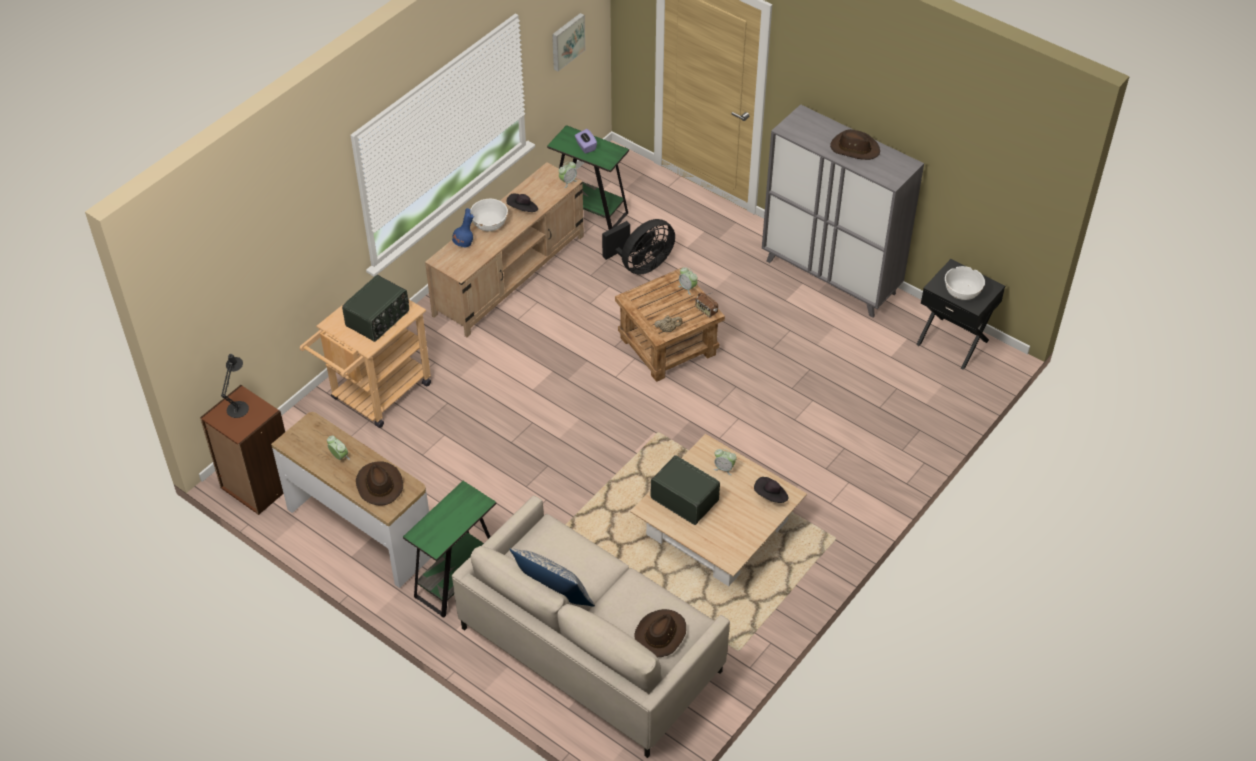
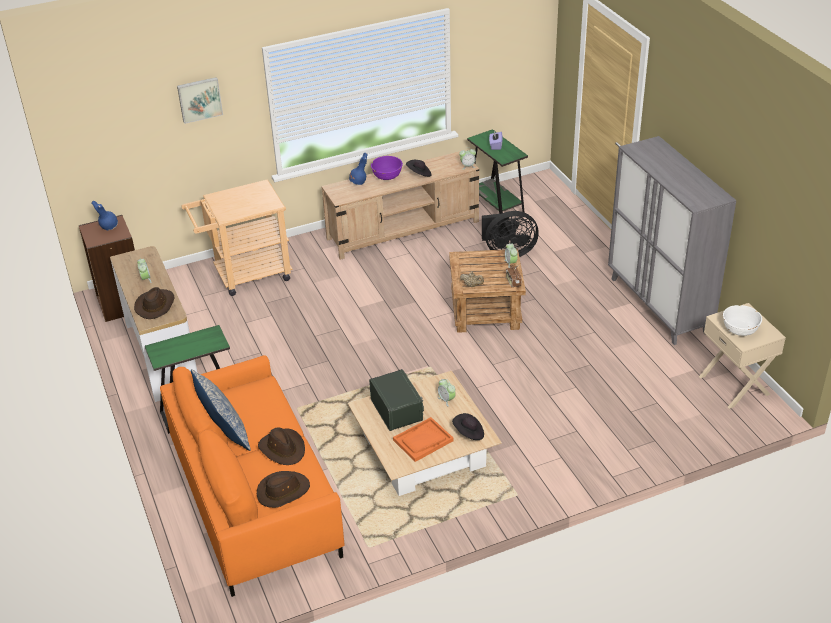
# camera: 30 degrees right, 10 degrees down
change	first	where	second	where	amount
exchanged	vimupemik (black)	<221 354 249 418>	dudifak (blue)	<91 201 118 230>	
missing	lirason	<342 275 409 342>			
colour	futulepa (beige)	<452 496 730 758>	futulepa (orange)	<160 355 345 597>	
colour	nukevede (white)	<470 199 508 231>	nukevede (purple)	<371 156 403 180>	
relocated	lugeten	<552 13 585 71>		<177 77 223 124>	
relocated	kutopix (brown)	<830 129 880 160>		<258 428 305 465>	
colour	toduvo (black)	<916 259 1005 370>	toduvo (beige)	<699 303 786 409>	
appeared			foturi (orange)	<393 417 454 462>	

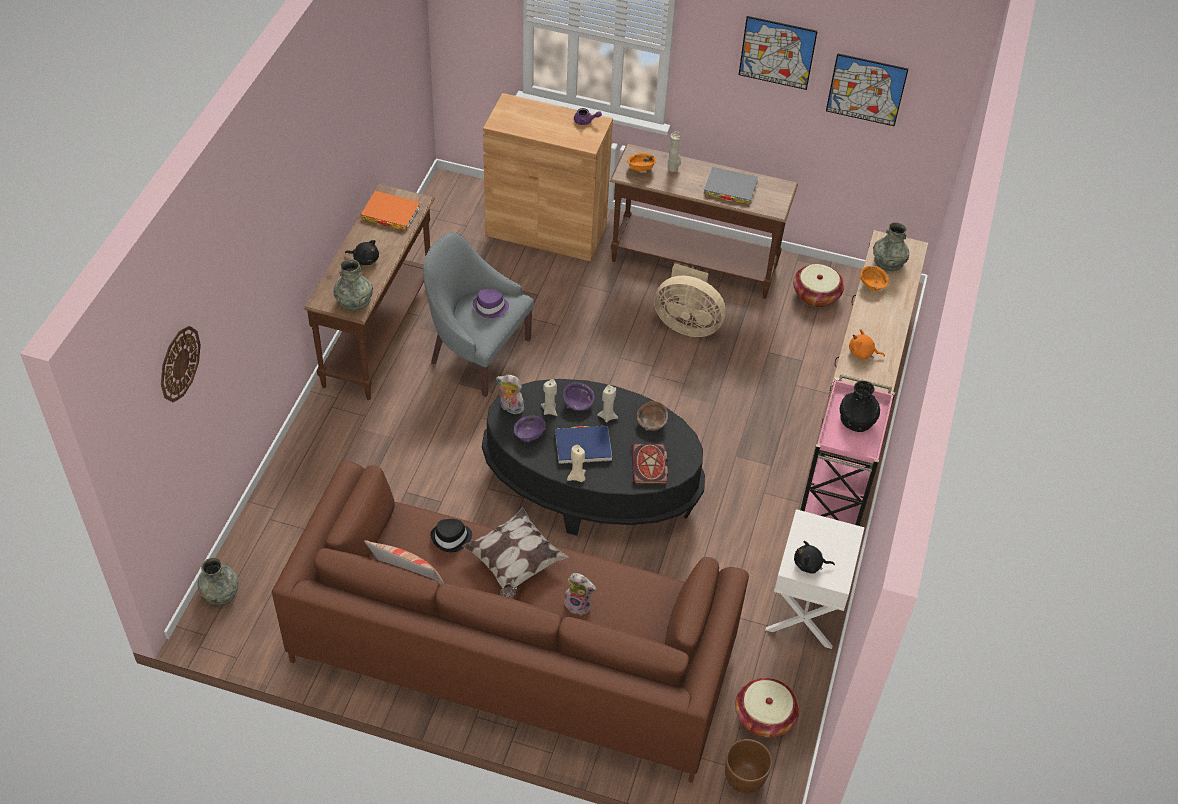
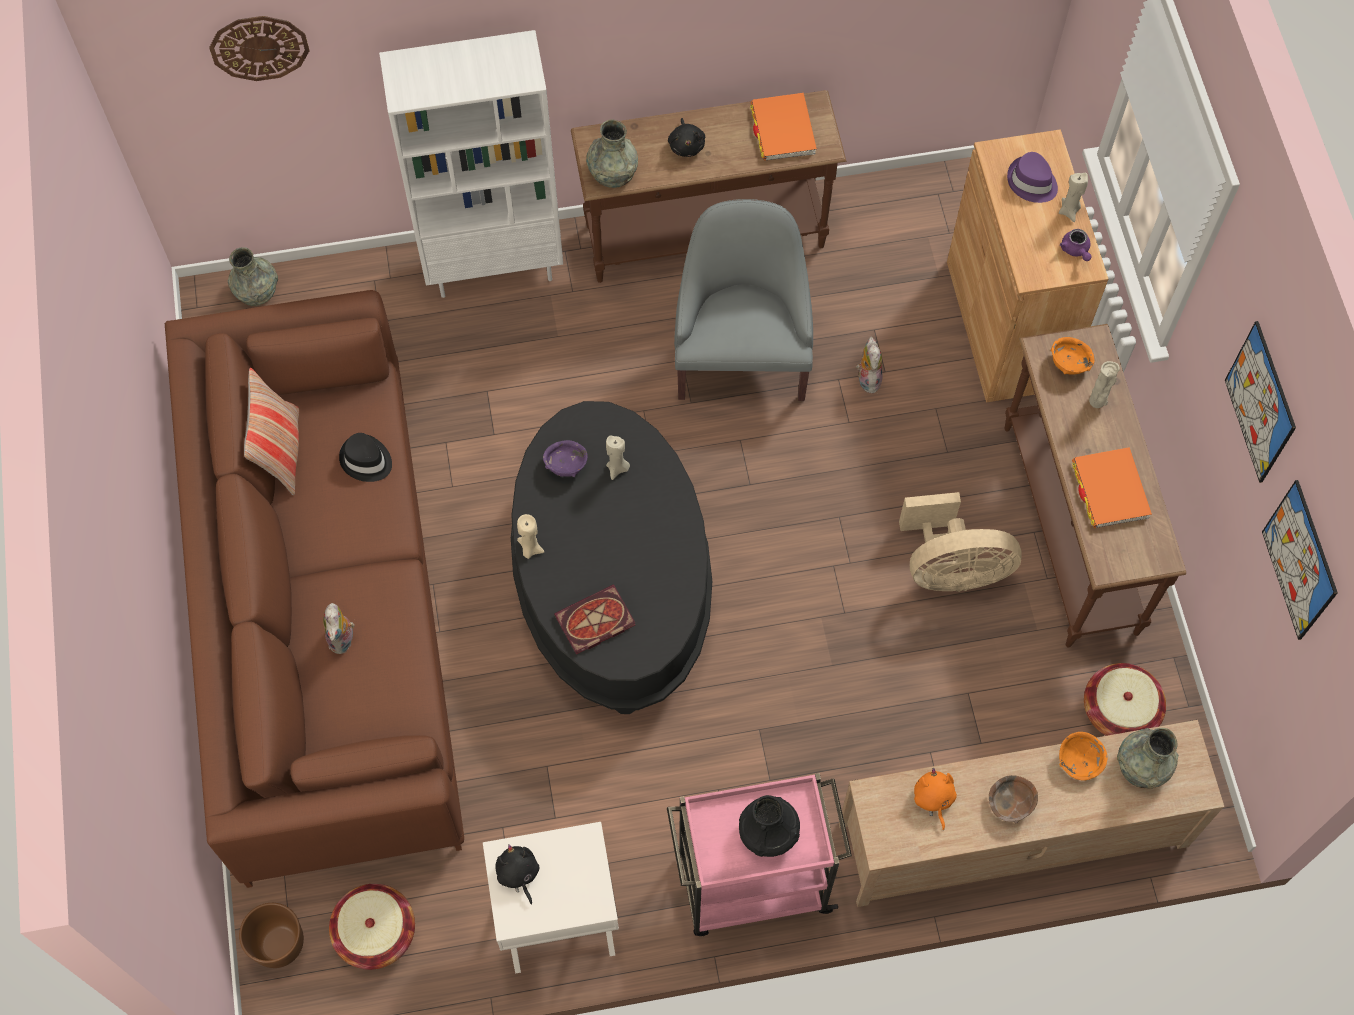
# camera: 65 degrees right, 15 degrees up
change	first	where	second	where	amount
missing	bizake	<462 507 569 598>			
relocated	kutopix (purple)	<473 289 509 318>		<1007 152 1058 203>	
relocated	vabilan	<496 375 524 414>		<856 337 882 393>	
missing	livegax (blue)	<555 426 612 464>			
missing	nukevede (purple)	<563 382 595 411>			
relocated	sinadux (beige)	<597 385 618 423>		<1059 173 1088 222>	
relocated	nukevede (brown)	<637 401 668 431>		<989 775 1038 824>	
spun	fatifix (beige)	<654 263 726 337>		<899 492 1022 592>	90 degrees counterclockwise
colour	livegax (grey)	<704 167 758 204>	livegax (orange)	<1072 447 1152 528>	
appeared			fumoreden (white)	<379 30 563 298>	

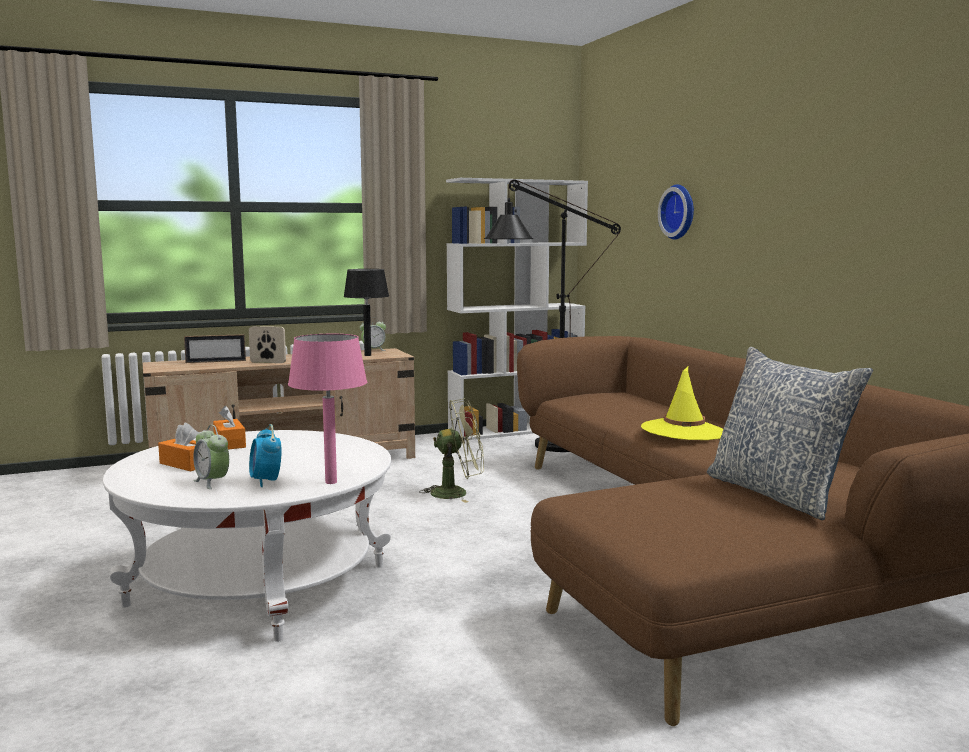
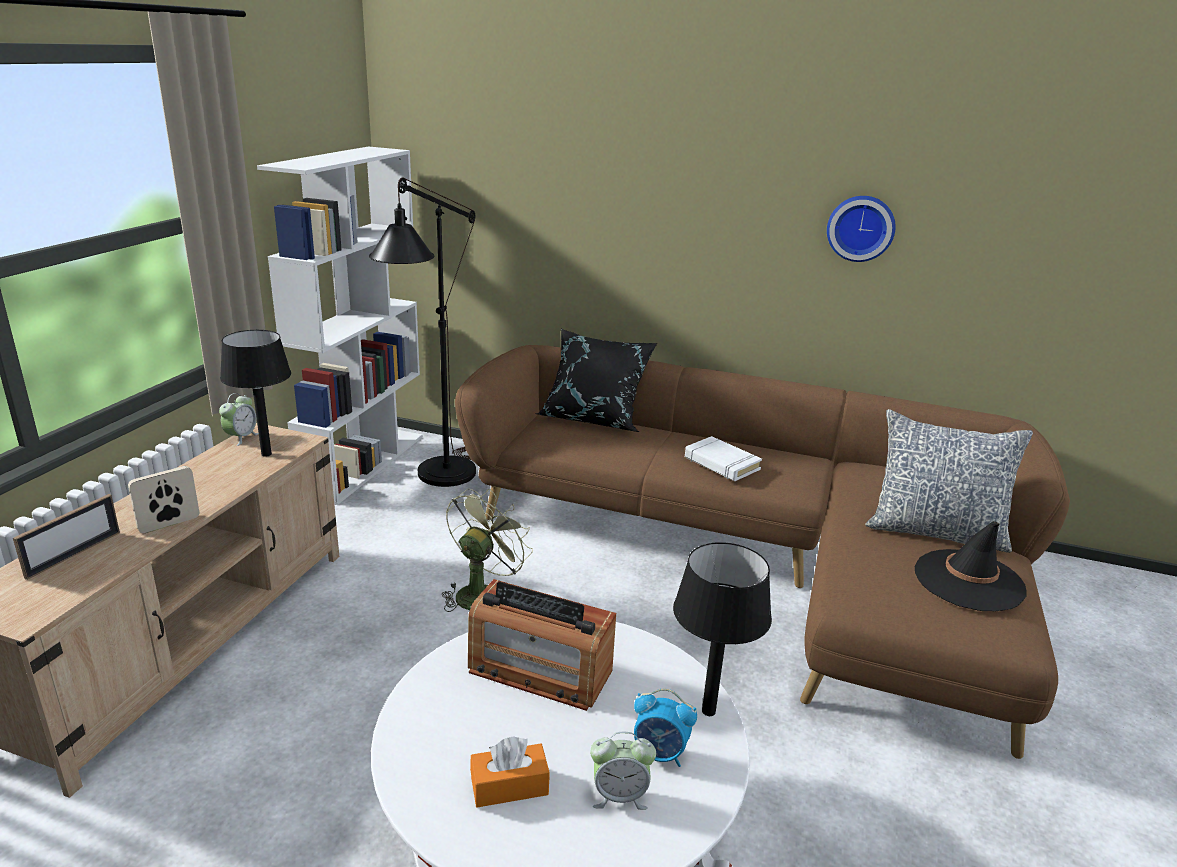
# camera: 50 degrees left, 15 degrees up
change	first	where	second	where	amount
missing	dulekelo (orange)	<213 406 246 450>			
colour	vimupemik (pink)	<288 334 367 484>	vimupemik (black)	<673 542 772 716>	
exchanged	kutopix (yellow)	<641 367 723 440>	livegax (white)	<685 436 762 481>	
relocated	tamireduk	<658 184 694 240>		<827 196 896 262>	
appeared			lirason	<468 579 616 711>	
appeared			bizake (black)	<535 329 657 432>	
appeared			kutopix (black)	<915 521 1026 612>	

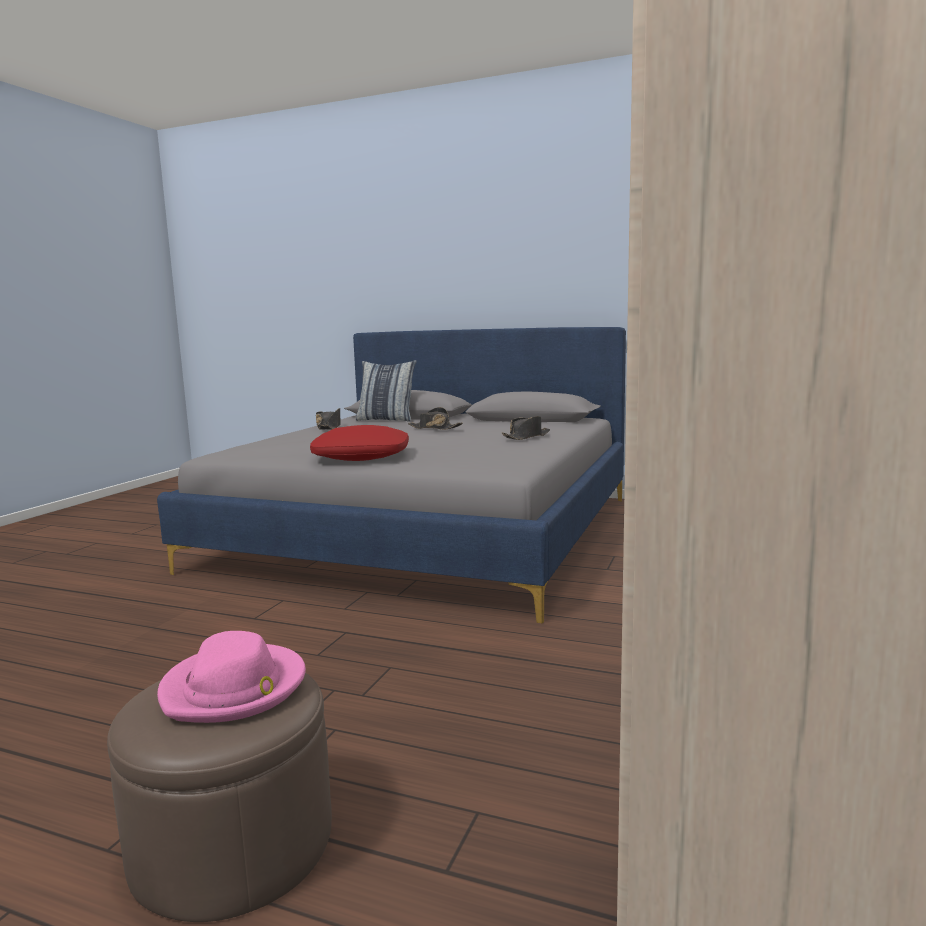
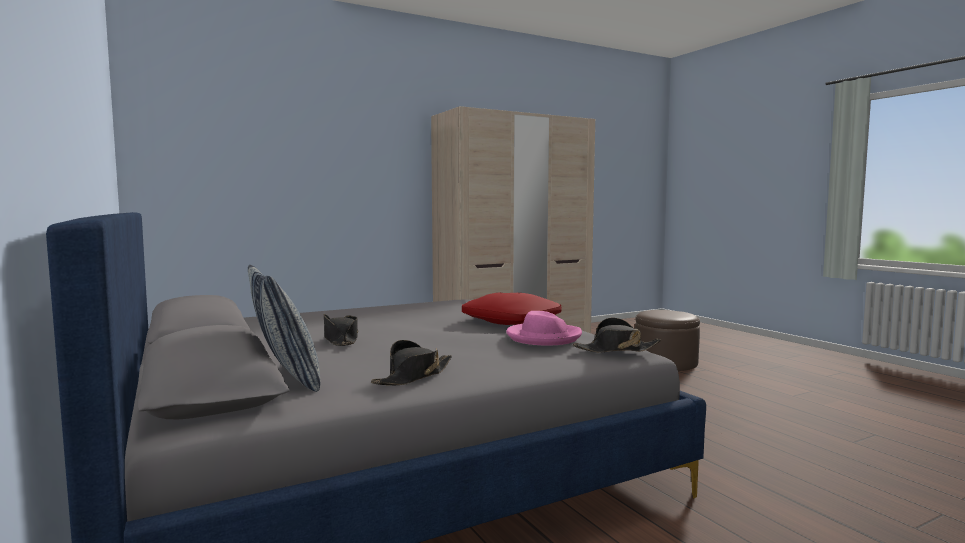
# camera: 140 degrees left, 5 degrees down
change	first	where	second	where	amount
relocated	kutopix (pink)	<157 631 306 723>		<506 311 582 346>	
relocated	kutopix (black)	<502 416 550 440>		<573 317 661 352>	

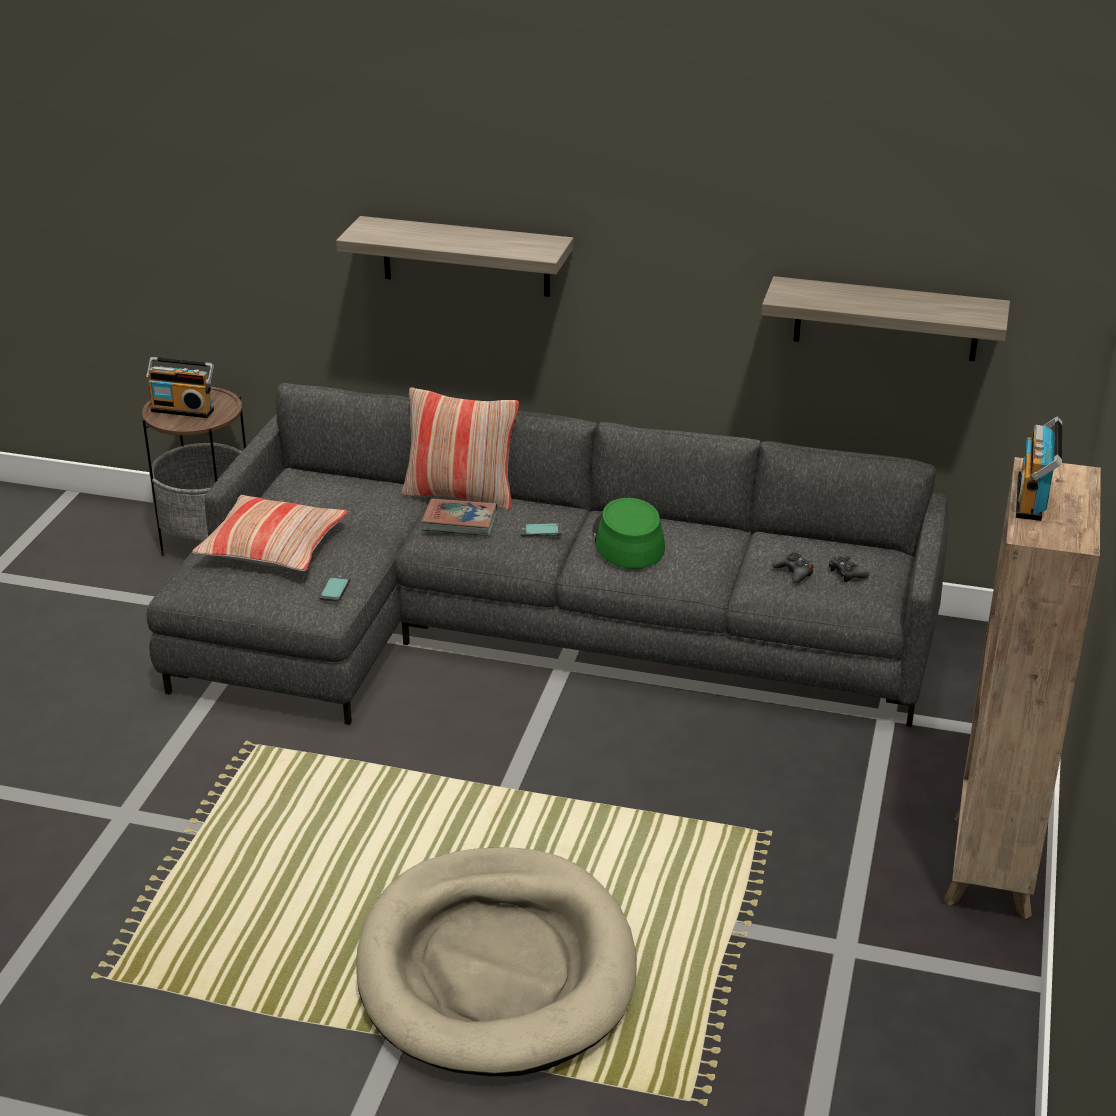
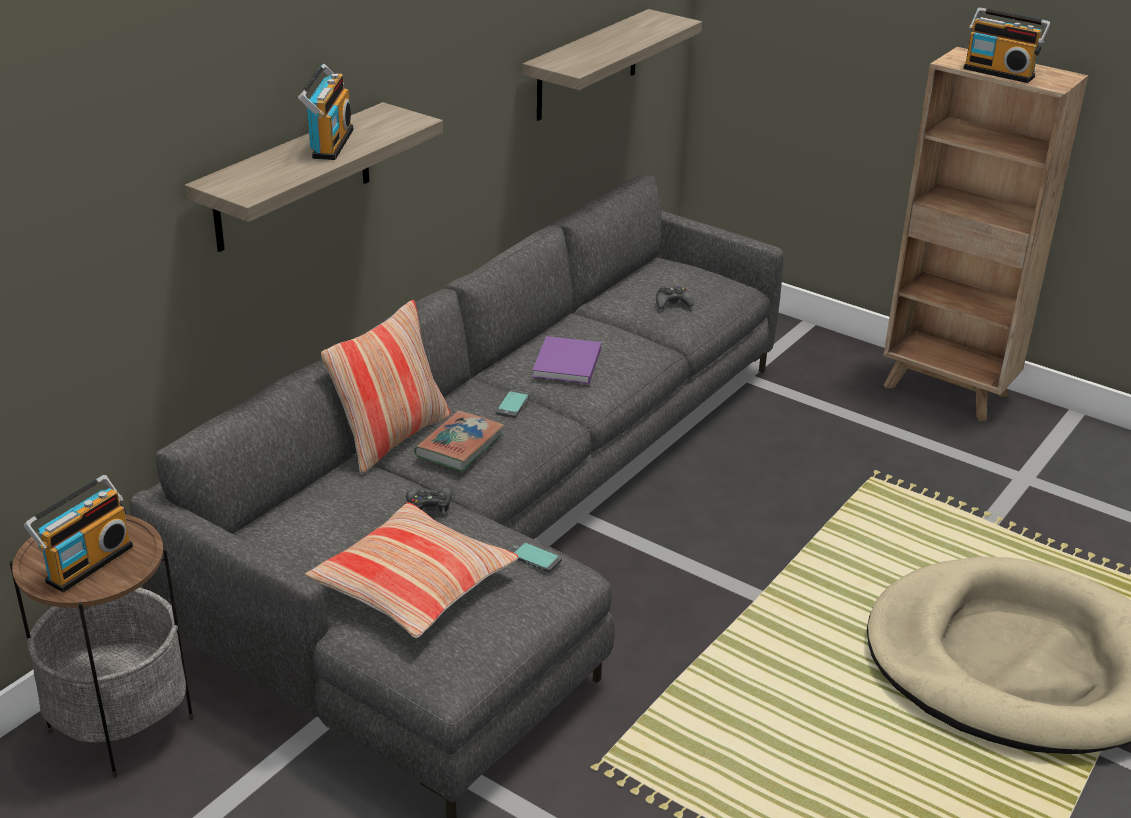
# camera: 70 degrees left, 0 degrees up
change	first	where	second	where	amount
exchanged	kutopix (green)	<592 498 665 569>	livegax (purple)	<532 336 601 384>	
relocated	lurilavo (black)	<828 554 869 582>		<406 488 452 514>	
appeared			lirason	<298 64 354 160>	

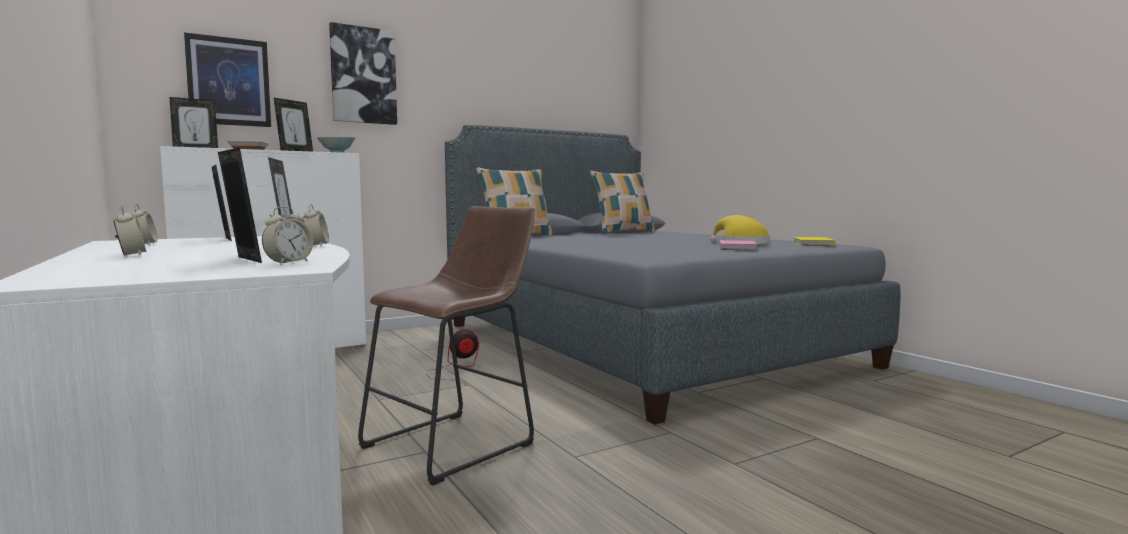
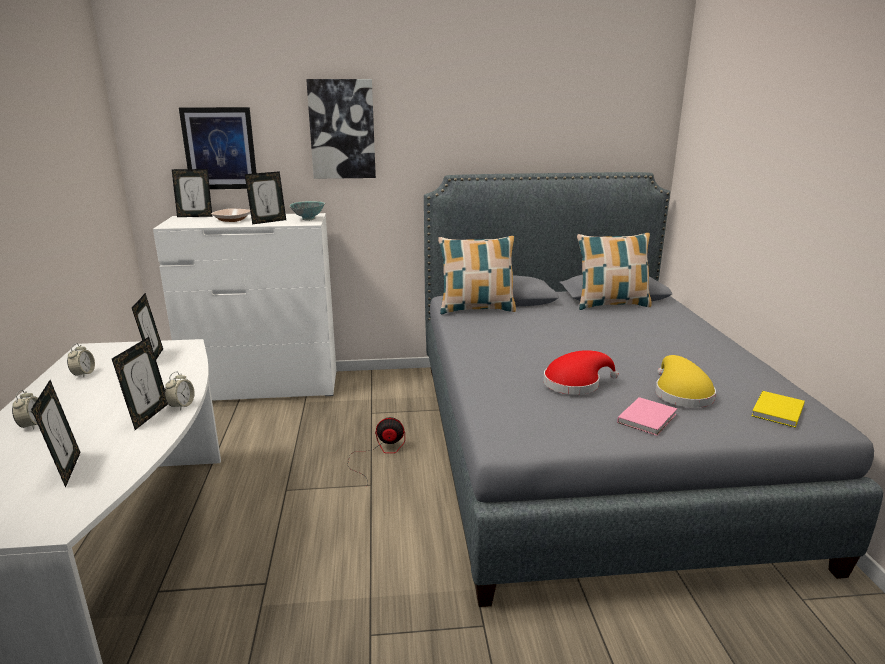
# camera: 25 degrees right, 15 degrees up
change	first	where	second	where	amount
missing	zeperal	<262 206 313 265>			
missing	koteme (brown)	<358 206 535 485>			
appeared			kutopix (red)	<543 350 619 395>	

